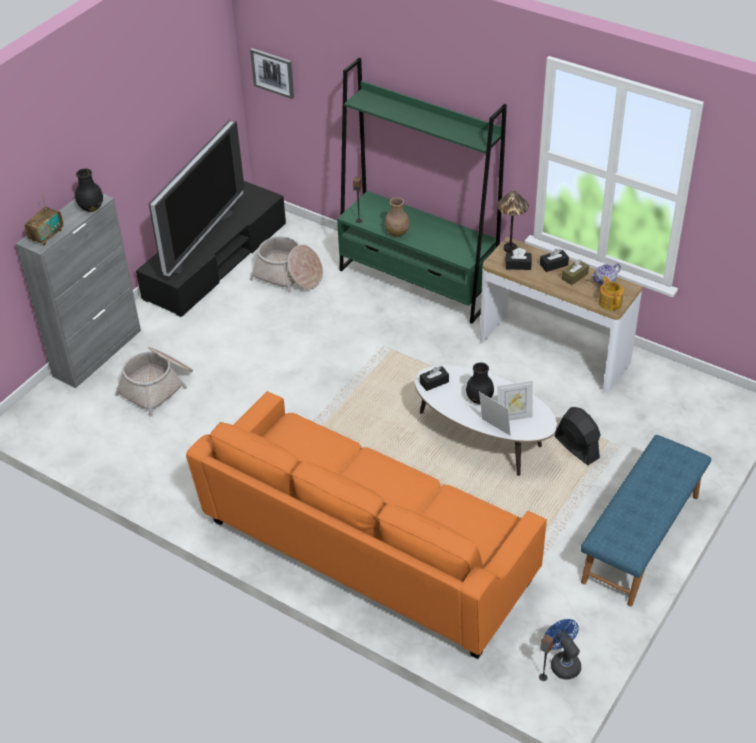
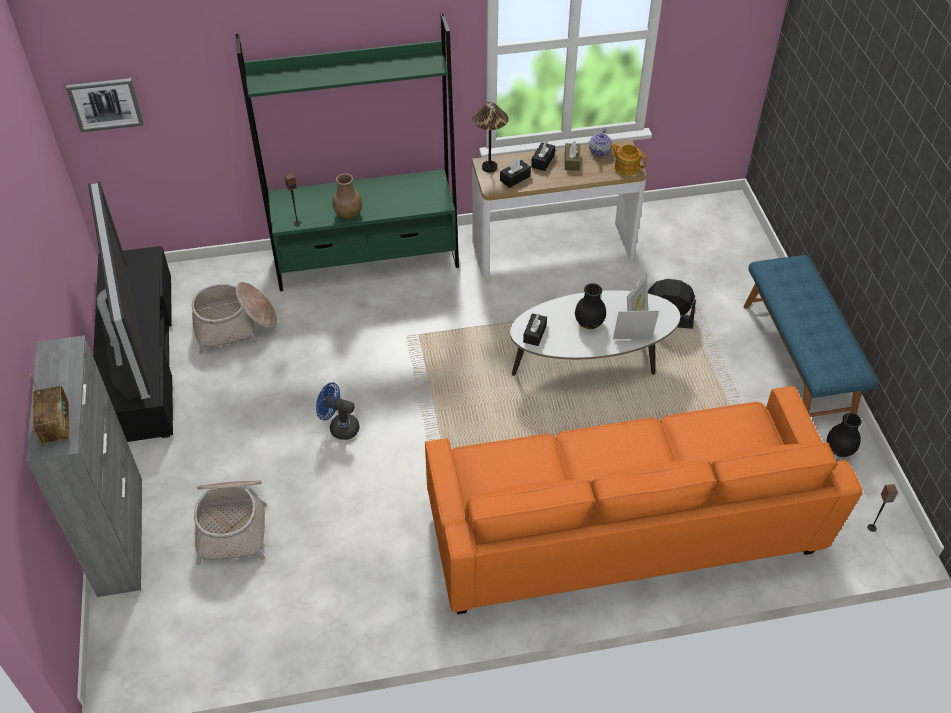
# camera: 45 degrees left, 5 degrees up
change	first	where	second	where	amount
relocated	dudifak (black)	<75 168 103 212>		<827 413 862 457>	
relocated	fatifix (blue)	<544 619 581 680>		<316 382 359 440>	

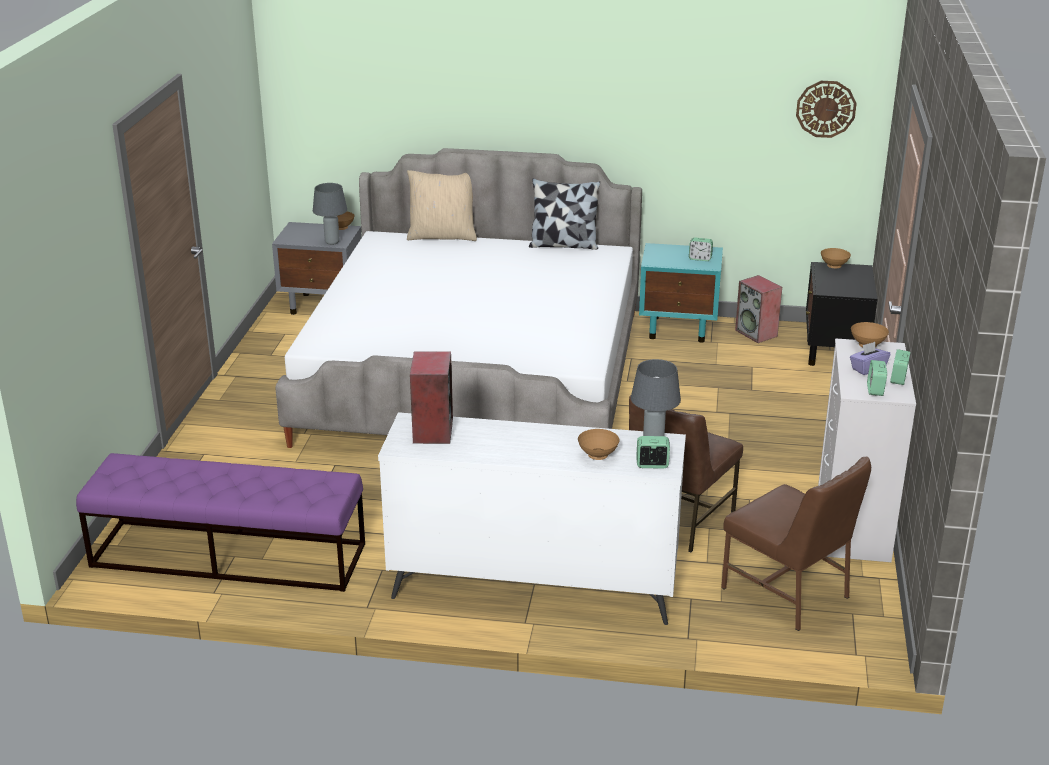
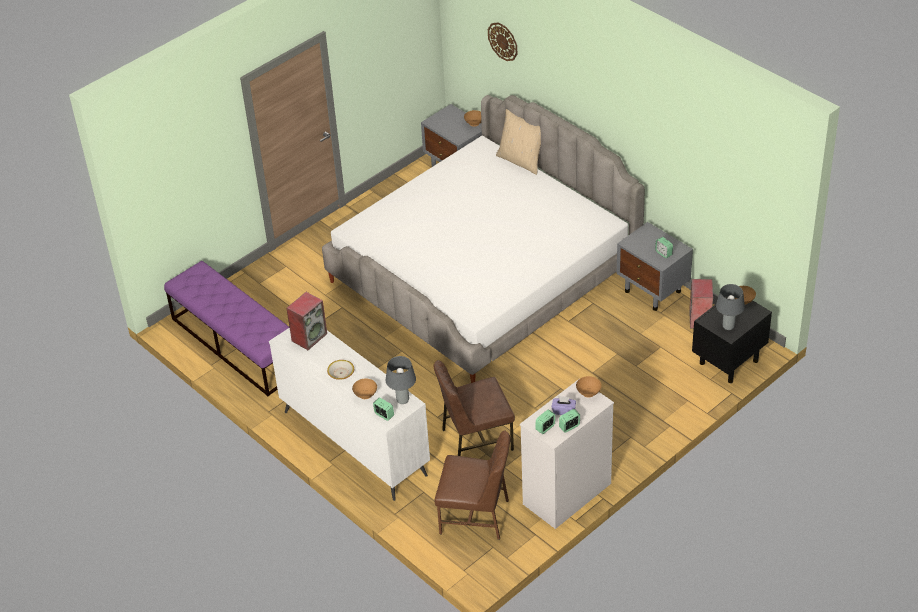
# camera: 40 degrees right, 15 degrees up
change	first	where	second	where	amount
relocated	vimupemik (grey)	<313 183 347 245>		<716 284 745 330>	
missing	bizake	<529 178 600 250>			
colour	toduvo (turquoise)	<639 243 723 343>	toduvo (grey)	<617 222 693 311>	
spun	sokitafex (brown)	<721 457 871 631>		<435 431 511 540>	75 degrees counterclockwise
relocated	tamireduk	<796 81 857 138>		<488 22 517 61>	
appeared			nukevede	<327 360 354 380>	

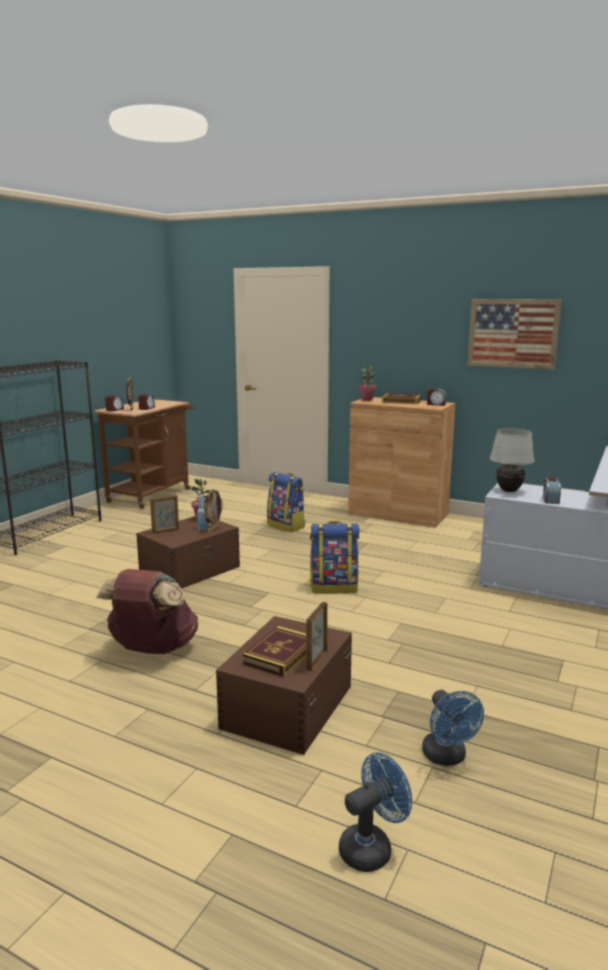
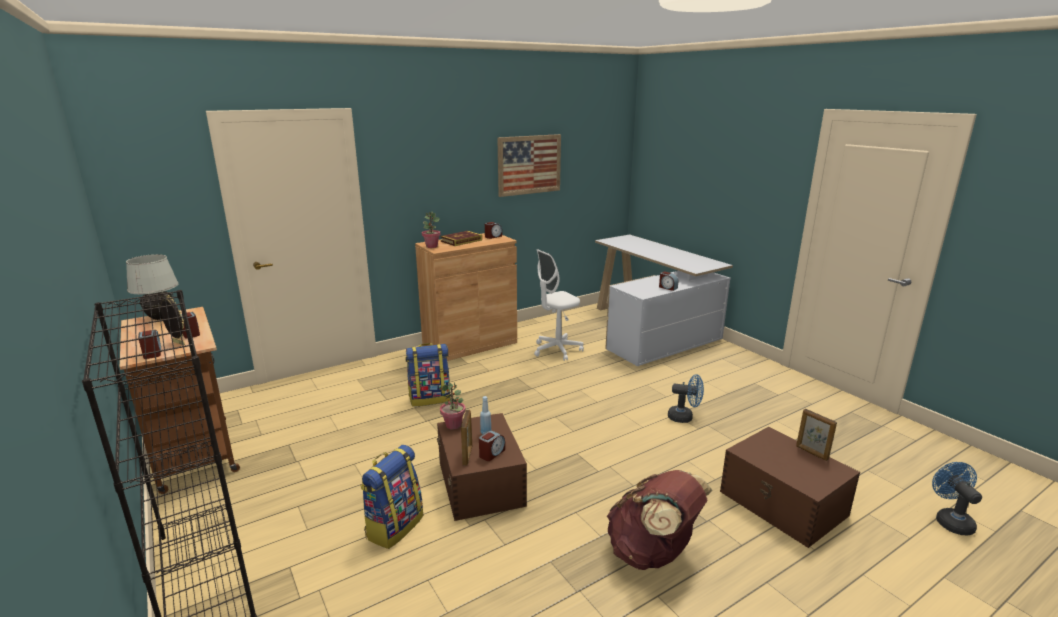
# camera: 60 degrees left, 5 degrees up
change	first	where	second	where	amount
missing	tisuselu	<204 489 224 532>			
missing	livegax	<243 626 306 677>			
relocated	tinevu	<310 521 359 594>		<360 445 423 549>	
relocated	fatifix (blue)	<422 690 484 766>		<668 374 704 423>	
relocated	vimupemik (white)	<490 428 535 492>		<126 254 179 320>	
appeared			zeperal	<479 430 505 461>	
appeared			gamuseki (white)	<534 249 584 361>	

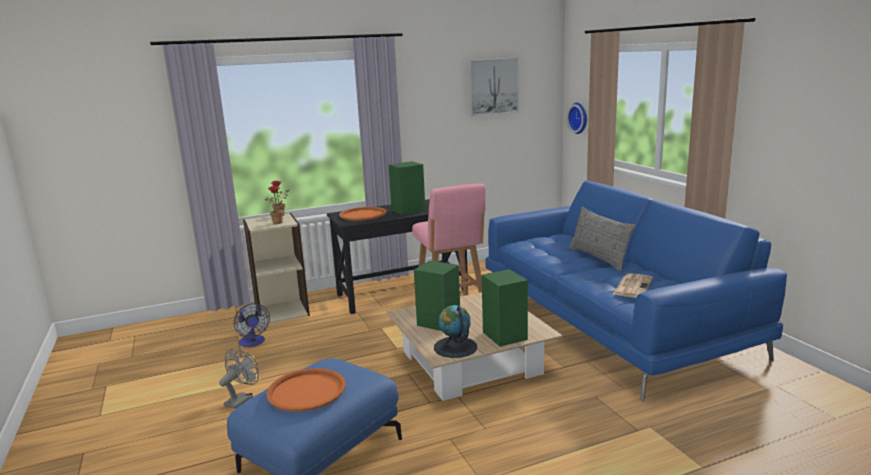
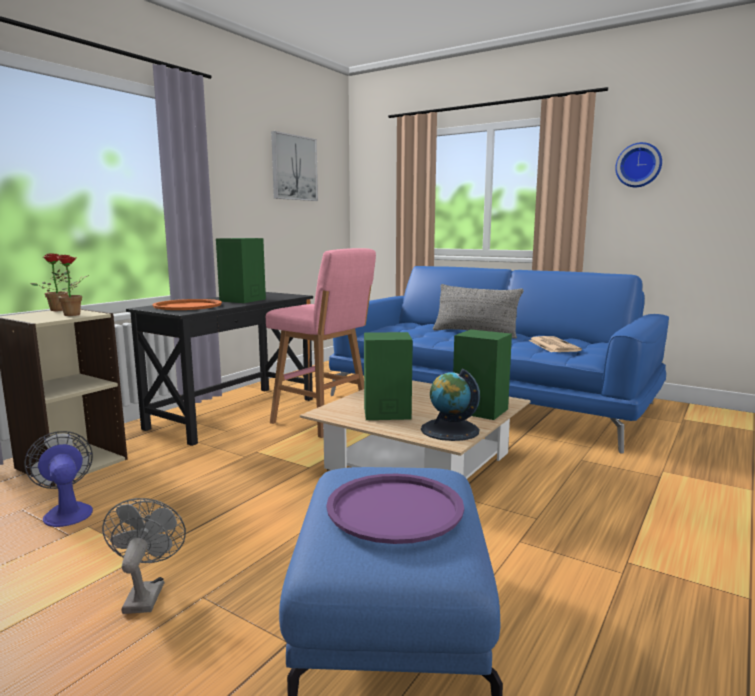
# camera: 35 degrees left, 5 degrees down
change	first	where	second	where	amount
spun	fatifix	<234 303 270 347>		<24 431 93 527>	150 degrees counterclockwise
colour	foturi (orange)	<266 368 346 412>	foturi (purple)	<326 474 464 544>	
relocated	tamireduk	<567 103 587 134>		<615 142 662 187>	

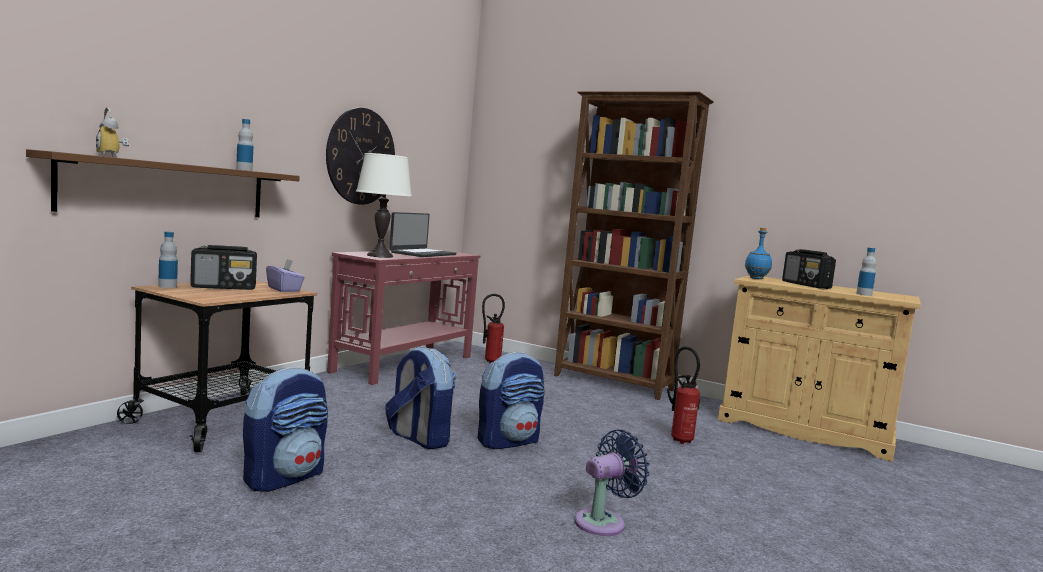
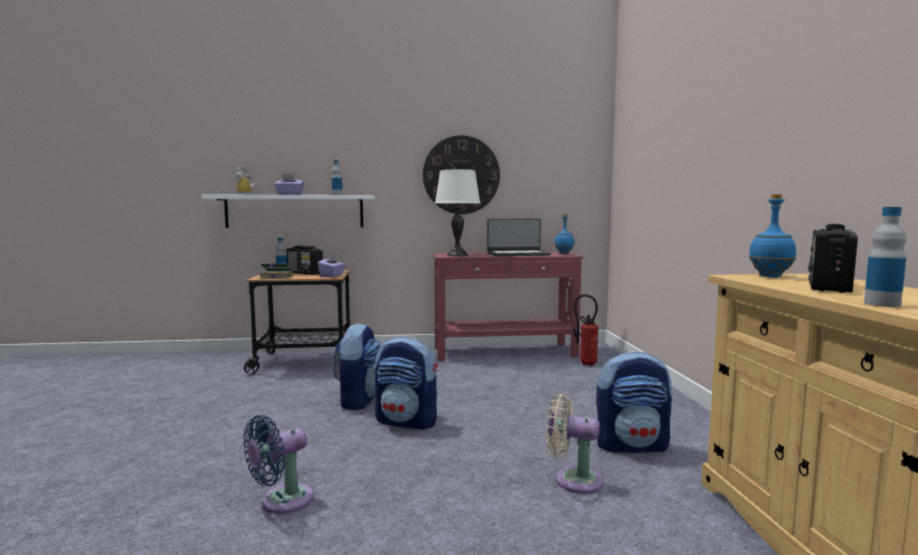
# camera: 55 degrees right, 0 degrees up
change	first	where	second	where	amount
colour	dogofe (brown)	<26 149 300 217>	dogofe (white)	<201 195 375 228>	
relocated	tinevu	<243 367 328 492>		<596 351 672 453>	
missing	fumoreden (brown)	<554 91 714 400>			
spun	fatifix (blue)	<575 429 649 536>		<243 415 314 514>	120 degrees clockwise
exchanged	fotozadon	<667 346 700 444>	fatifix (beige)	<546 394 604 494>	
appeared			livegax	<259 263 293 278>	
appeared			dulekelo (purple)	<274 174 304 195>	
appeared			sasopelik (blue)	<555 214 575 254>	

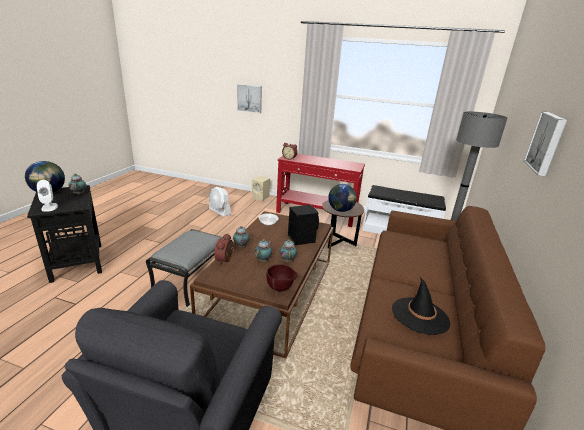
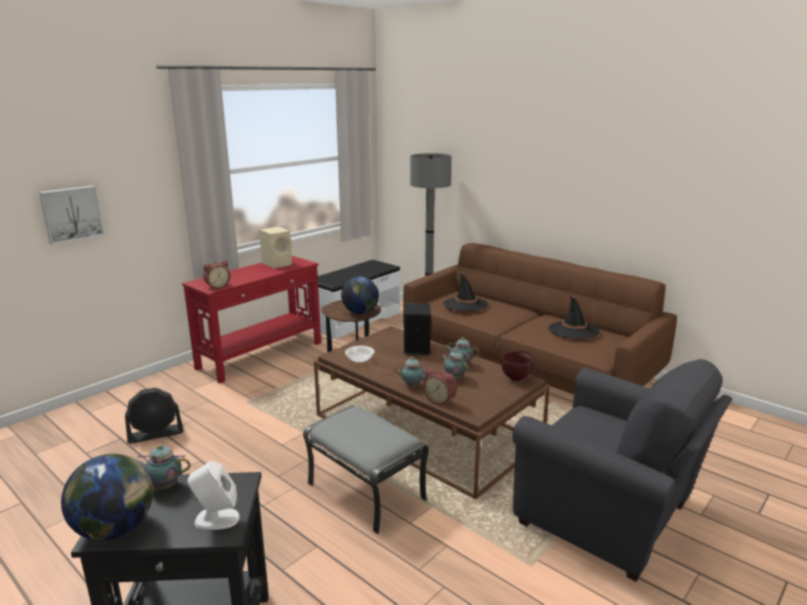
# camera: 65 degrees left, 5 degrees down
change	first	where	second	where	amount
colour	fatifix (white)	<209 187 231 217>	fatifix (black)	<125 387 184 444>	
relocated	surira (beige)	<252 176 270 201>		<259 227 292 268>	
missing	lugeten	<524 111 567 176>			
appeared			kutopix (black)	<443 273 489 311>	

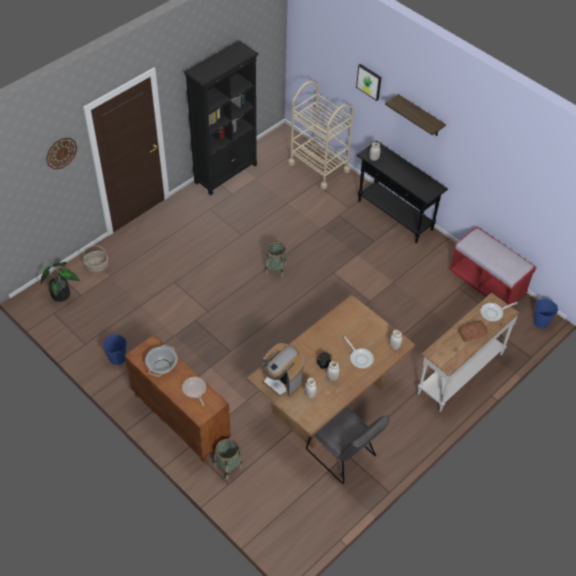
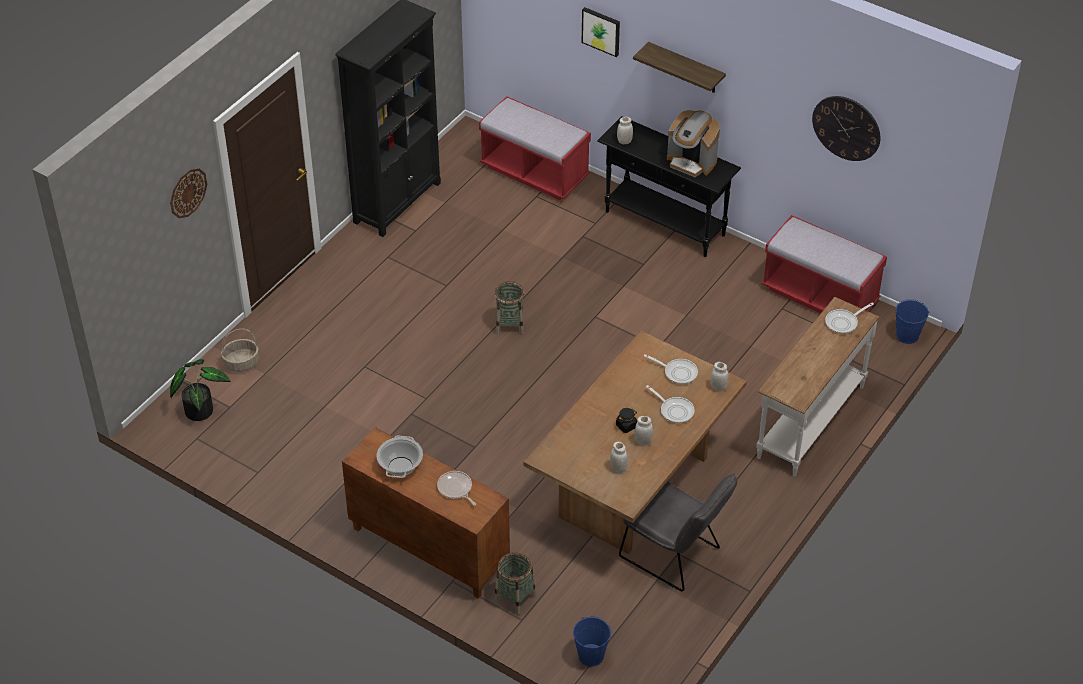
# camera: 10 degrees left, 5 degrees down
change	first	where	second	where	amount
relocated	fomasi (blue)	<103 334 127 365>		<573 616 611 666>	
relocated	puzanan	<263 343 304 397>		<667 110 720 177>	
exchanged	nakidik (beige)	<288 81 354 189>	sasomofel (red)	<479 96 591 200>	
missing	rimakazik	<458 321 488 342>			
appeared			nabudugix	<644 354 698 384>	
appeared			tamireduk	<812 96 880 161>	

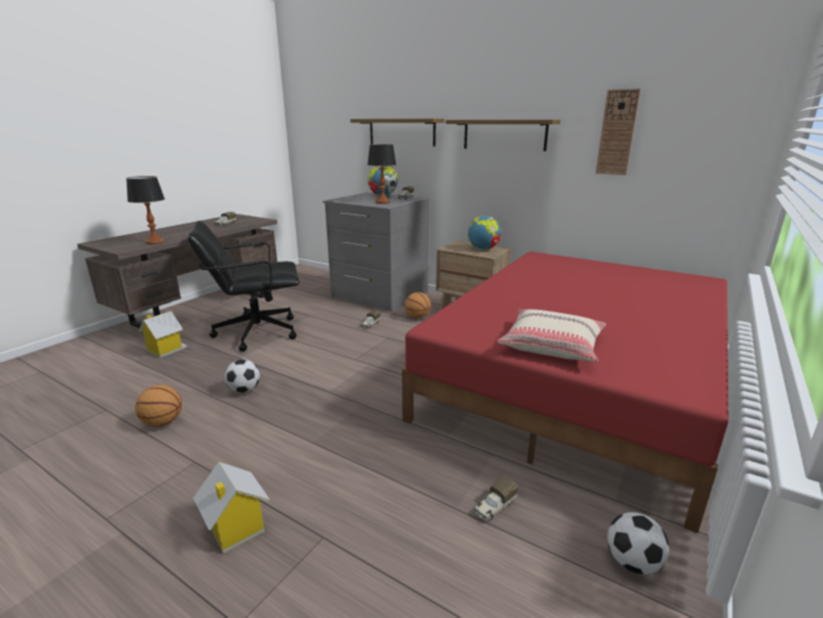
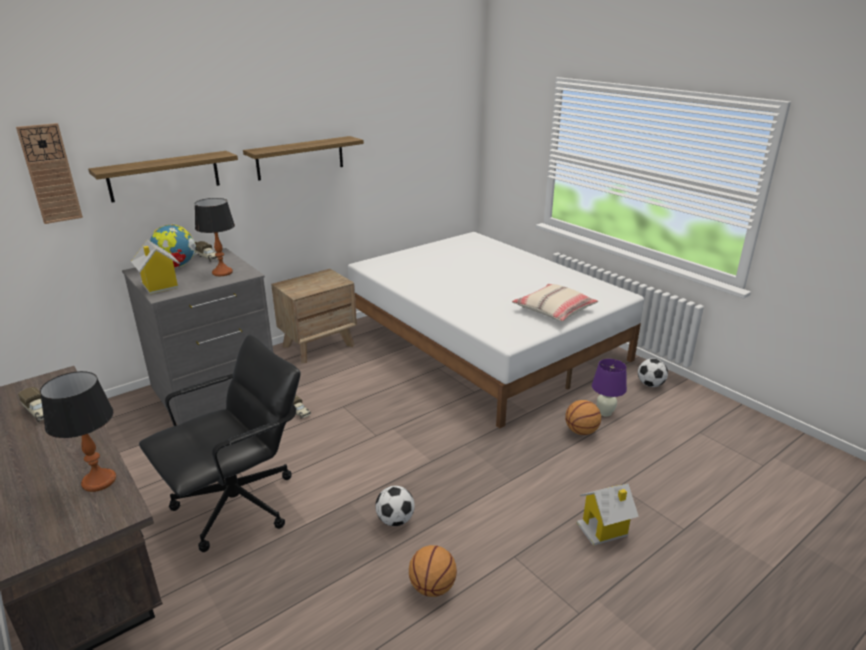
# camera: 70 degrees left, 5 degrees up
change	first	where	second	where	amount
relocated	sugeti	<138 311 187 358>		<131 240 180 294>	
spun	gamuseki (black)	<188 221 300 352>		<139 334 300 552>	135 degrees counterclockwise
colour	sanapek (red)	<402 251 728 533>	sanapek (white)	<347 232 644 428>	
relocated	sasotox	<405 292 431 319>		<565 400 601 435>	
missing	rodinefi	<467 215 502 250>			
exchanged	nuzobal	<474 476 519 521>	vimupemik (purple)	<592 359 627 417>	
relocated	tamireduk	<596 89 641 175>		<16 123 83 224>	

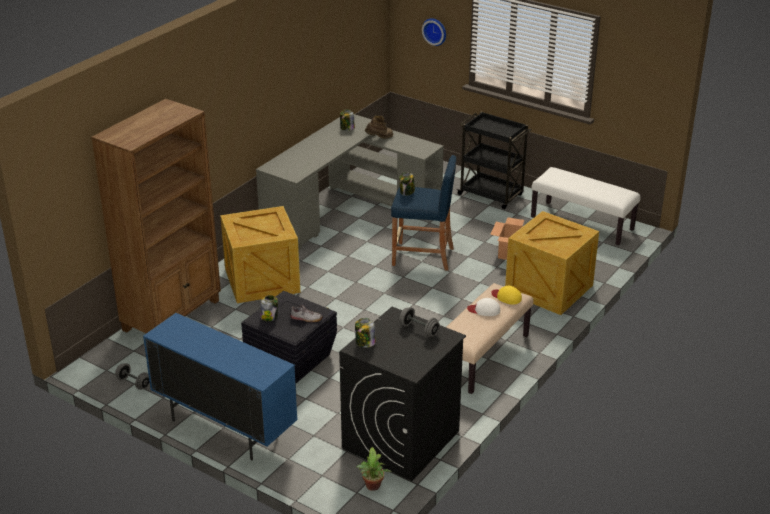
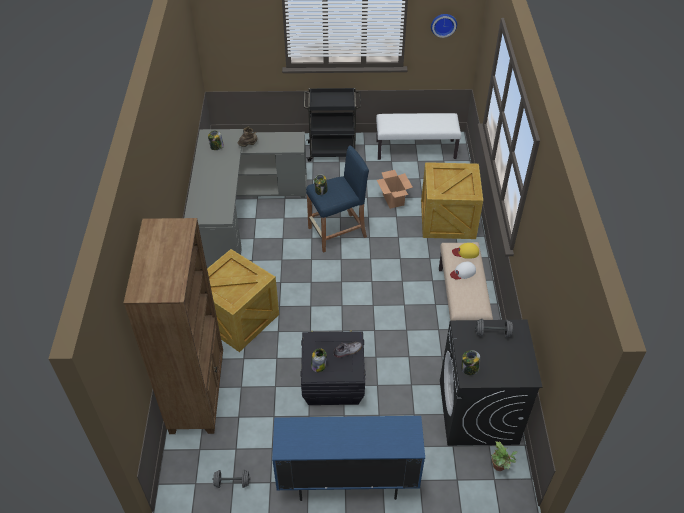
# camera: 35 degrees left, 15 degrees up
change	first	where	second	where	amount
relocated	tamireduk	<422 18 446 46>		<431 14 457 38>	

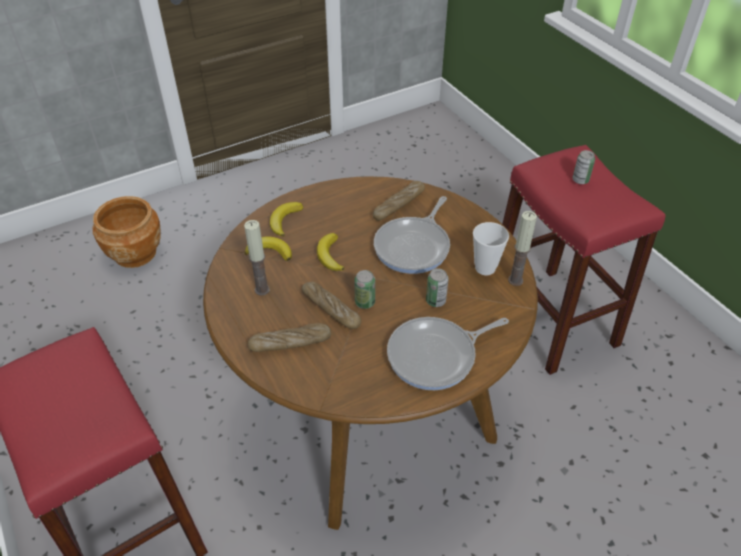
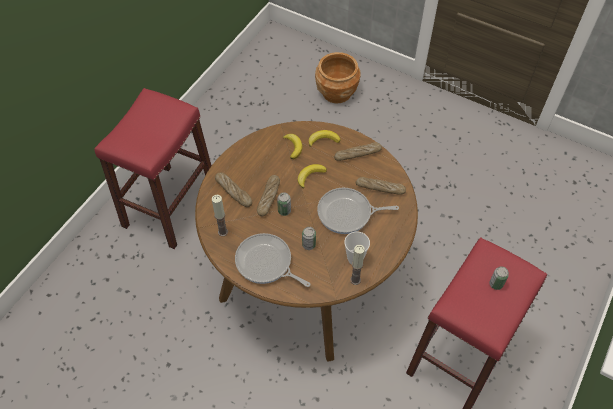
# camera: 60 degrees right, 10 degrees up
change	first	where	second	where	amount
relocated	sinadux	<244 220 270 296>		<212 195 228 236>	
appeared			rimakazik	<334 142 382 161>	

